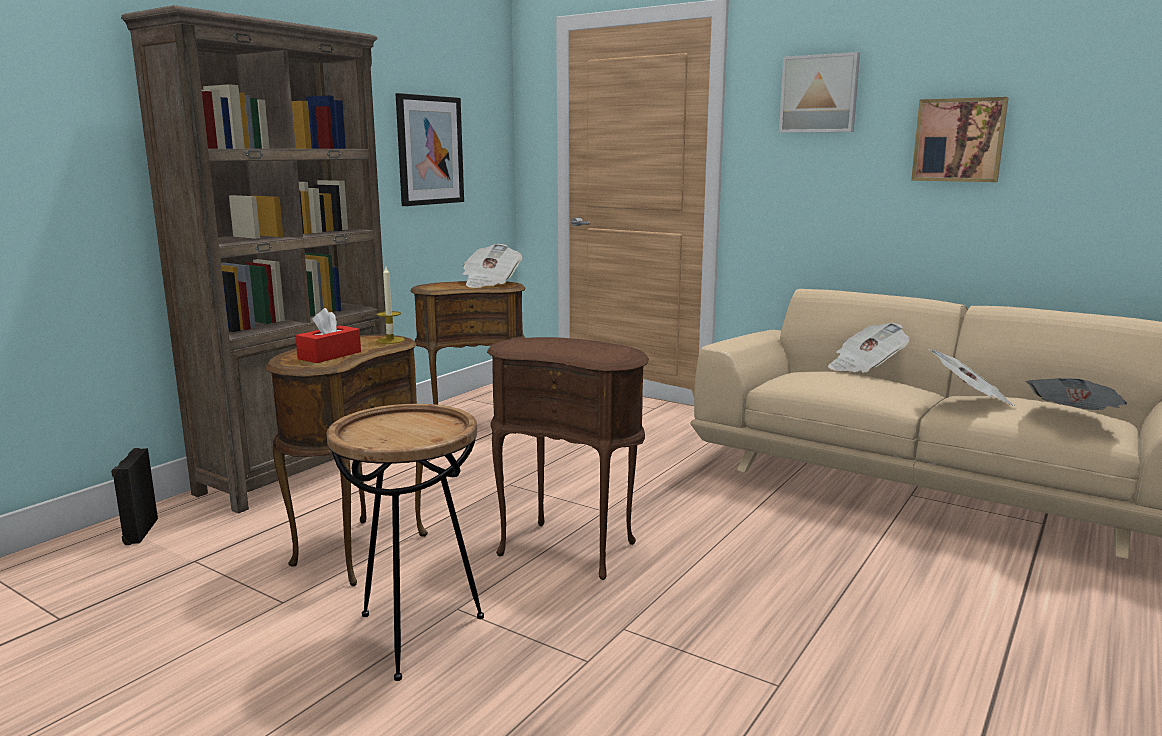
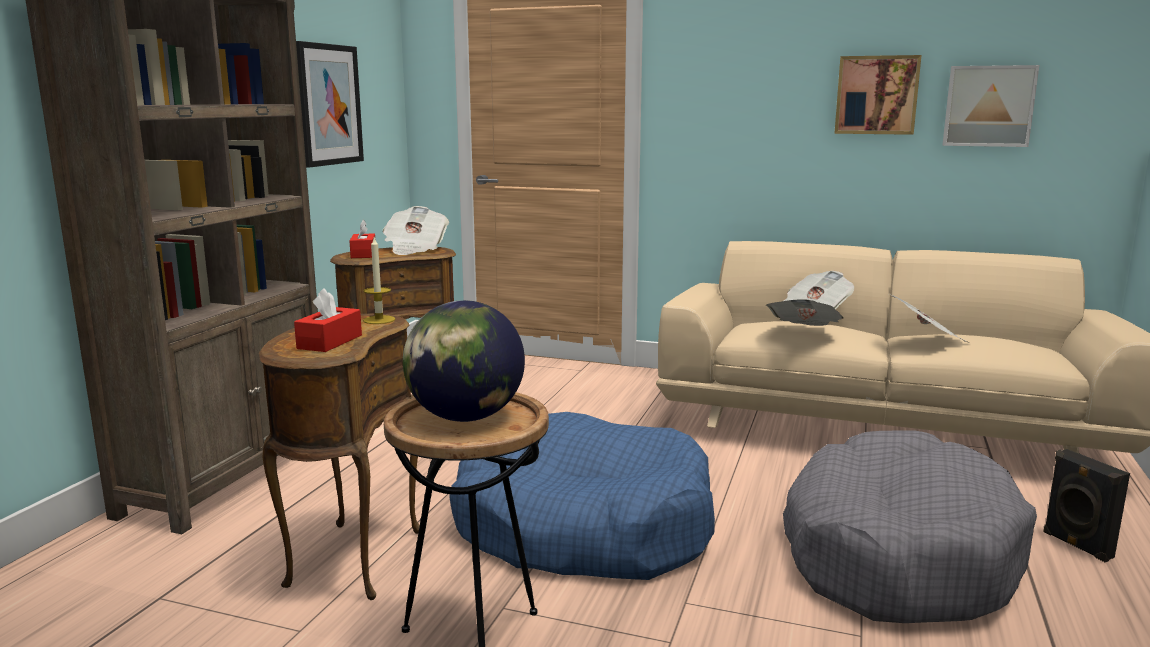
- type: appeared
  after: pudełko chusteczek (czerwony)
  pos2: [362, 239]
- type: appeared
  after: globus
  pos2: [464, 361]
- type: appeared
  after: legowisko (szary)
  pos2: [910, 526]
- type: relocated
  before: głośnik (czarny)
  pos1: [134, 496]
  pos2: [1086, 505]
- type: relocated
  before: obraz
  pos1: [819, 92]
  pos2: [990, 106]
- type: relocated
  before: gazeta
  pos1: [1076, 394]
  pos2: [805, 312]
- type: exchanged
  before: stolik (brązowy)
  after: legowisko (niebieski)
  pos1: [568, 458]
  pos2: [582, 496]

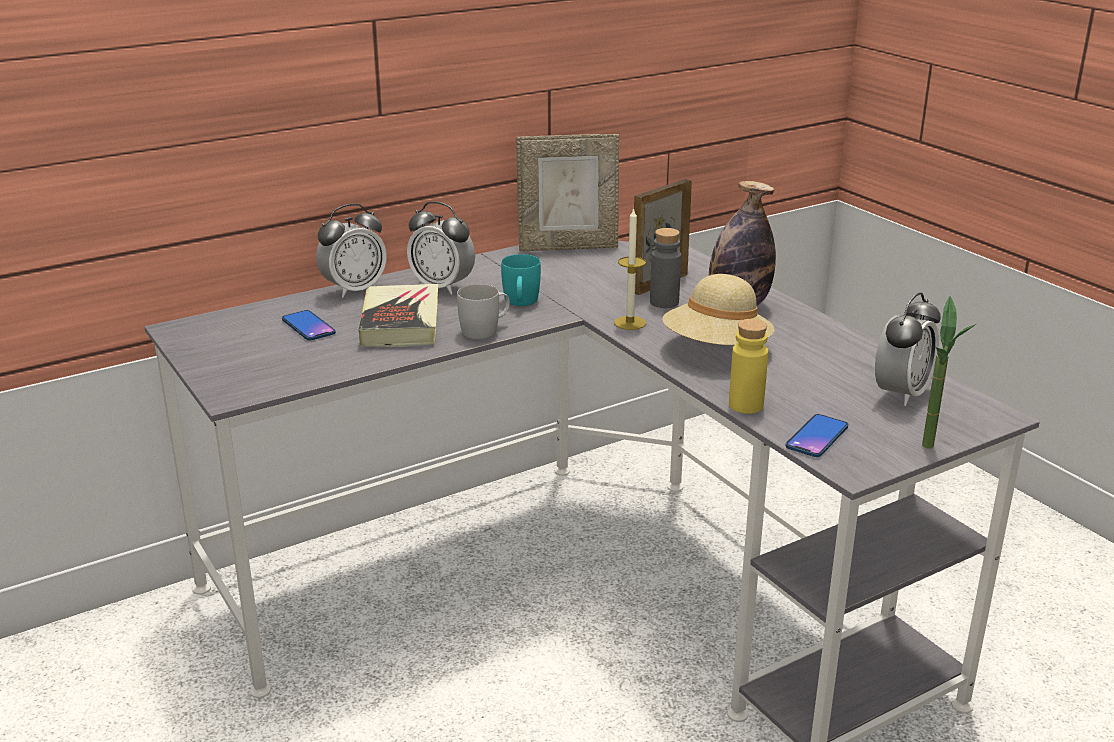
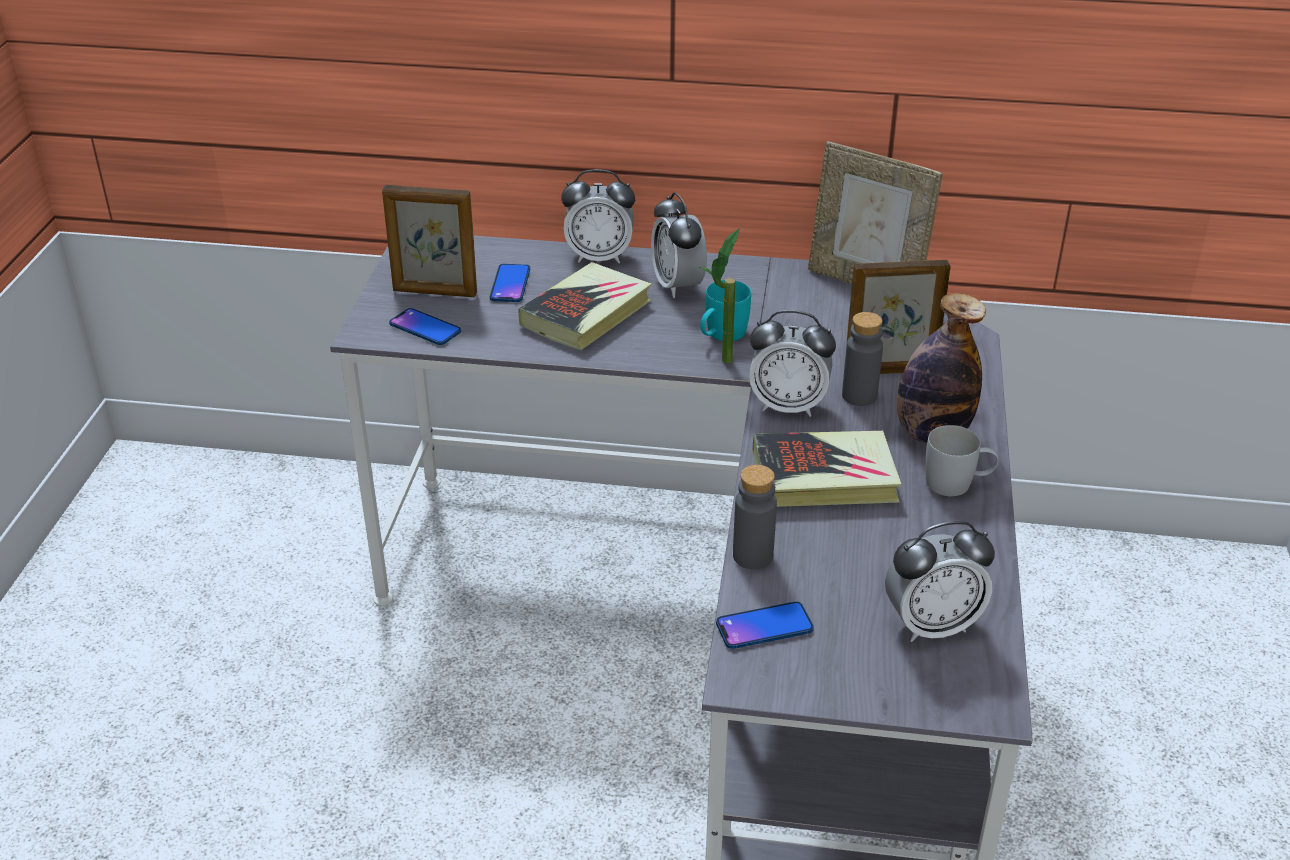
- type: appeared
  after: ramka na zdjęcie
  pos2: [429, 241]
- type: appeared
  after: telefon
  pos2: [425, 326]
- type: relocated
  before: kubek (biały)
  pos1: [483, 311]
  pos2: [961, 460]
- type: relocated
  before: roślina doniczkowa
  pos1: [949, 372]
  pos2: [720, 295]
- type: exchanged
  before: świeca
  after: budzik
  pos1: [630, 268]
  pos2: [792, 363]
- type: exchanged
  before: kapelusz (beżowy)
  after: książka
  pos1: [718, 309]
  pos2: [826, 469]
- type: colour
  before: butelka (żółty)
  after: butelka (szary)
  pos1: [748, 366]
  pos2: [755, 517]

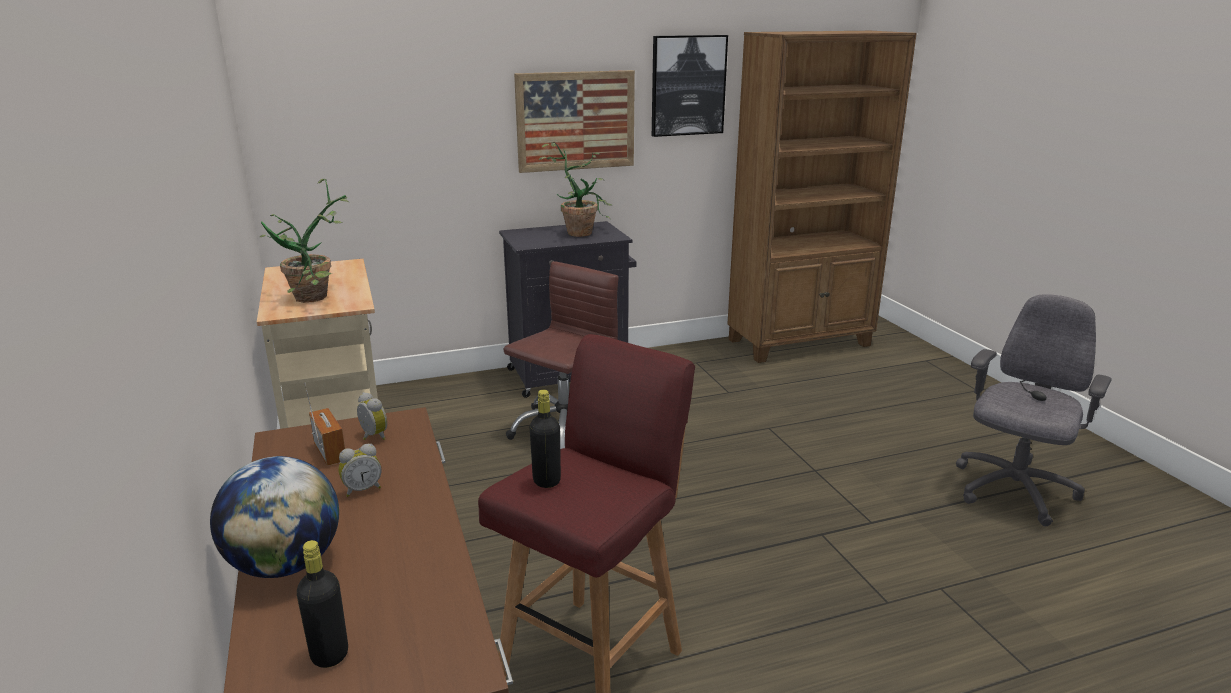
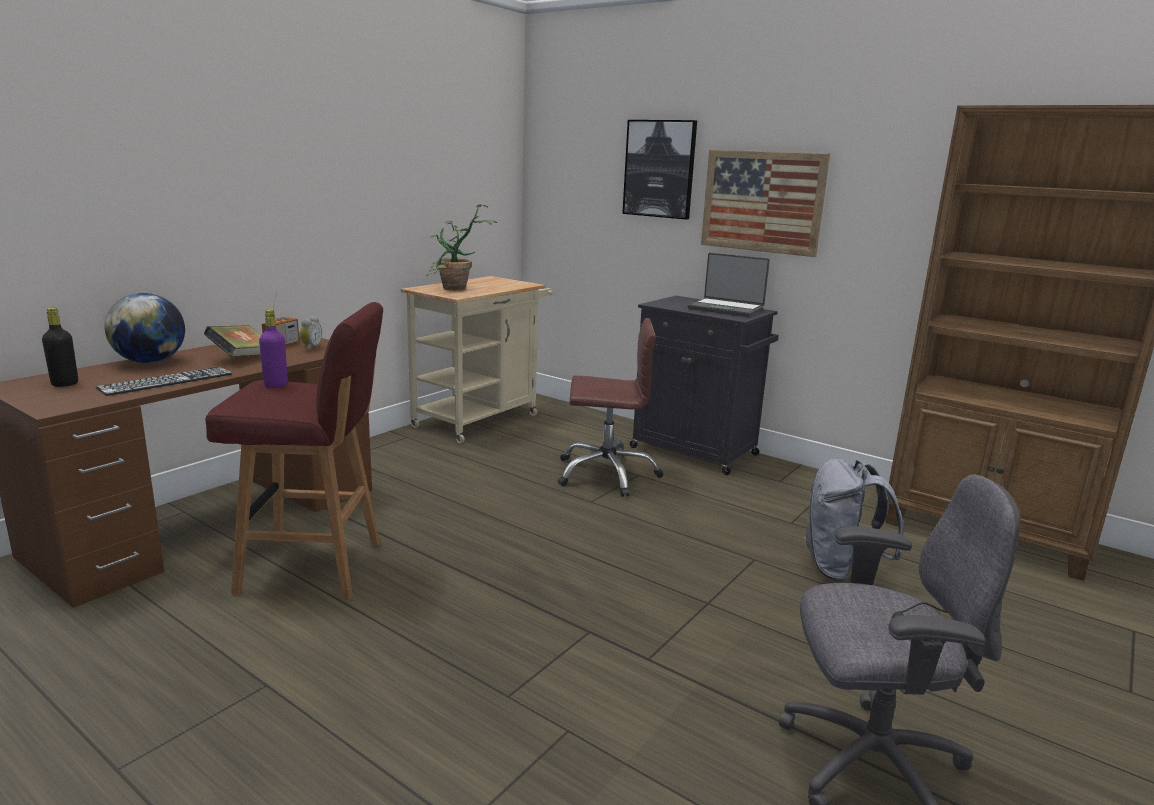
- type: appeared
  after: klawiatura
  pos2: [163, 381]
- type: appeared
  after: plecak (szary)
  pos2: [854, 520]
- type: relocated
  before: obraz
  pos1: [690, 86]
  pos2: [659, 170]
- type: exchanged
  before: budzik
  after: książka
  pos1: [360, 470]
  pos2: [232, 341]
- type: exchanged
  before: roślina doniczkowa
  after: laptop
  pos1: [576, 189]
  pos2: [729, 285]
- type: colour
  before: butelka (czarny)
  after: butelka (fioletowy)
  pos1: [545, 439]
  pos2: [273, 348]

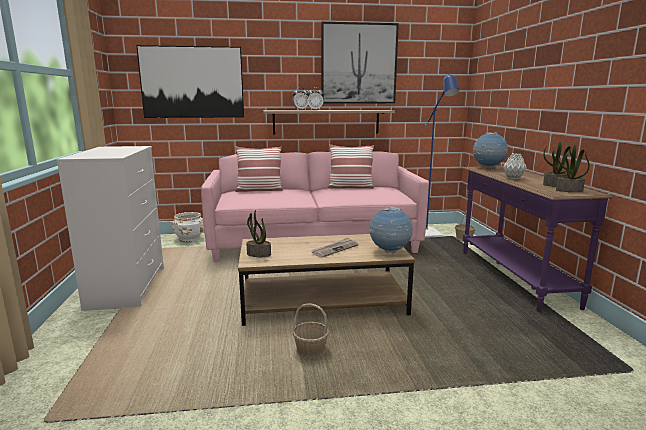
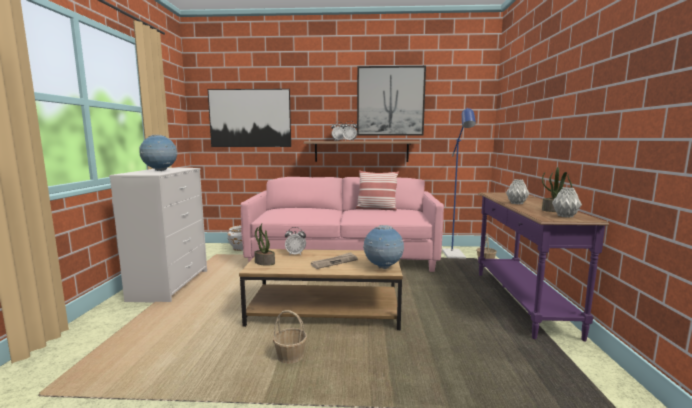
- type: missing
  before: poduszka
  pos1: [259, 169]
- type: appeared
  after: budzik
  pos2: [295, 241]
- type: relocated
  before: globus
  pos1: [490, 150]
  pos2: [158, 153]
- type: exchanged
  before: roślina doniczkowa
  after: wazon (szary)
  pos1: [573, 168]
  pos2: [567, 202]

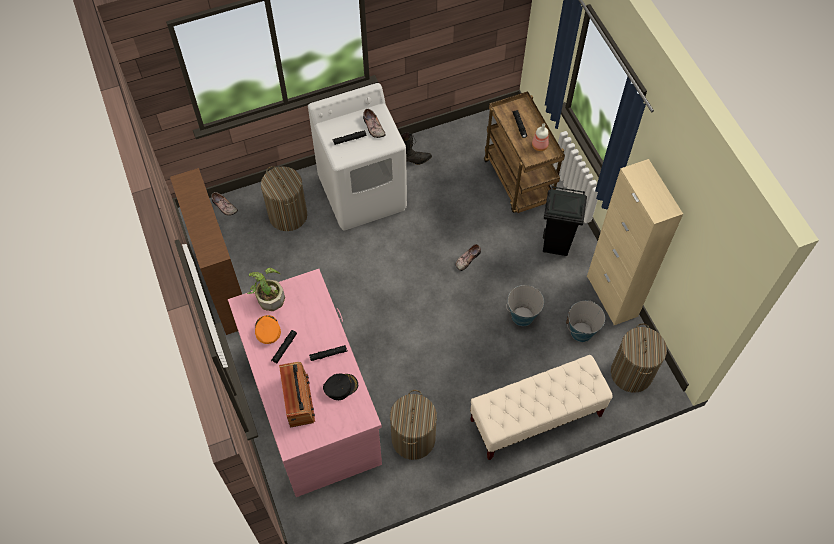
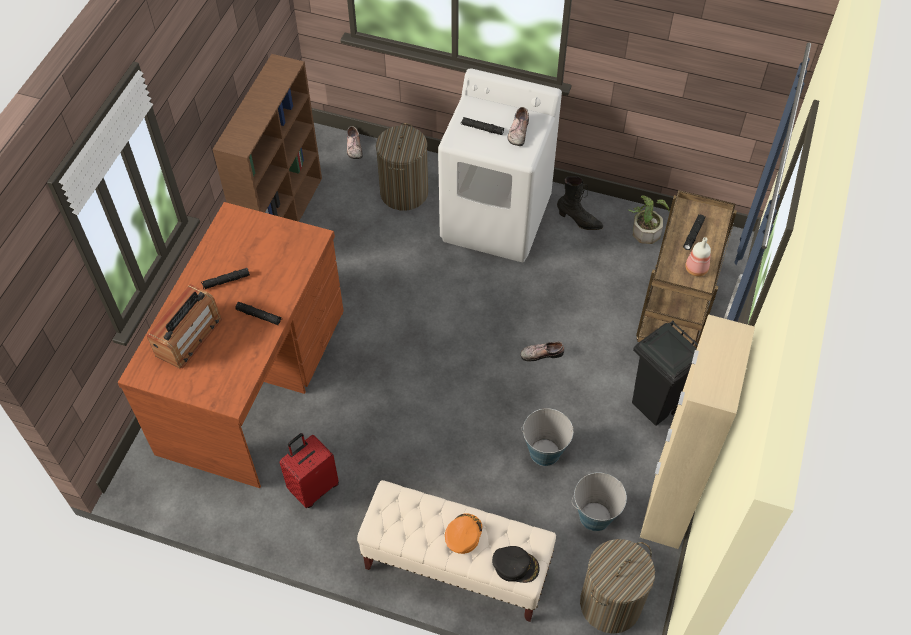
- type: relocated
  before: roślina doniczkowa
  pos1: [266, 289]
  pos2: [649, 219]
- type: relocated
  before: czapka z daszkiem (pomarańczowy)
  pos1: [268, 329]
  pos2: [463, 533]
- type: relocated
  before: czapka z daszkiem (czarny)
  pos1: [340, 387]
  pos2: [515, 564]
- type: exchanged
  before: kosz na pranie
  after: walizka (czerwony)
  pos1: [413, 425]
  pos2: [309, 470]
- type: colour
  before: biurko (różowy)
  after: biurko (brązowy)
  pos1: [305, 383]
  pos2: [230, 345]

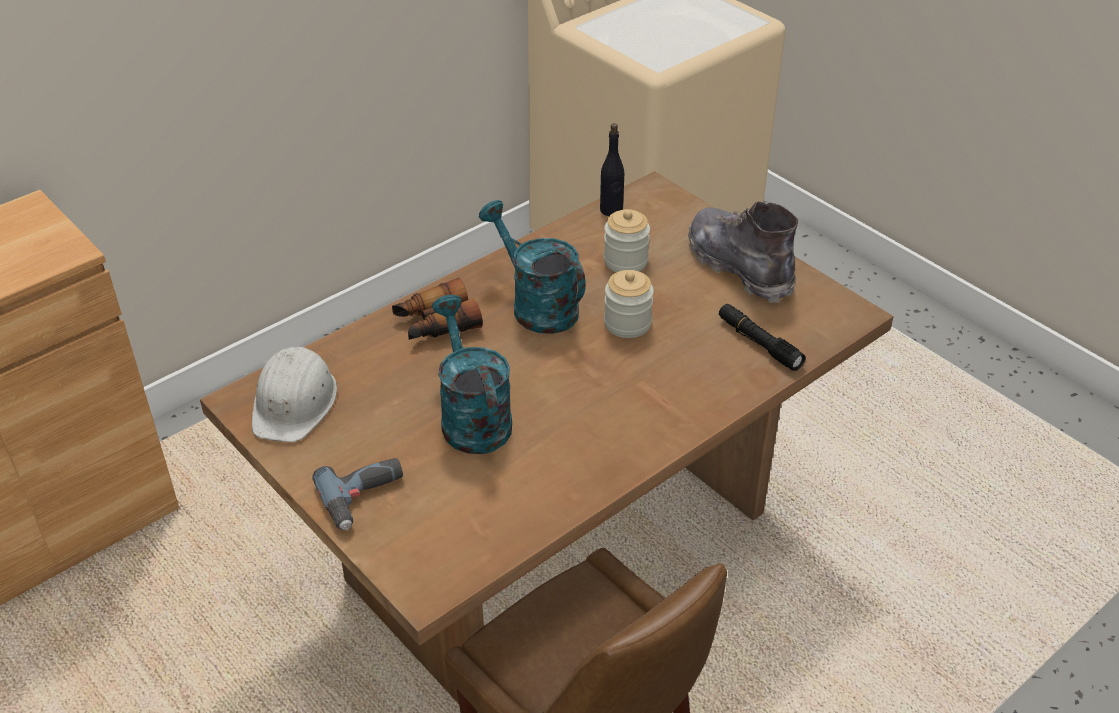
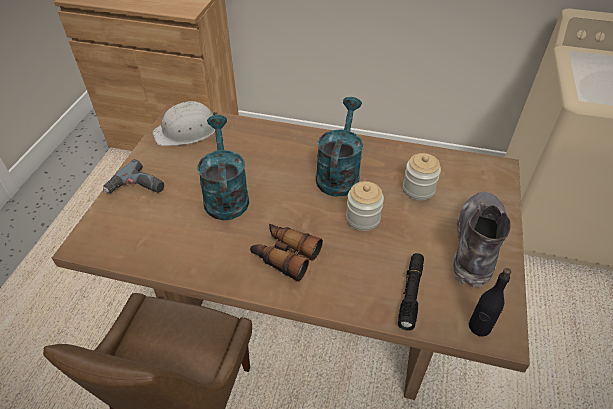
- type: relocated
  before: lornetka
  pos1: [437, 308]
  pos2: [286, 253]
- type: relocated
  before: butelka (czarny)
  pos1: [612, 169]
  pos2: [490, 302]
- type: spun
  before: konewka (turkusowy)
  pos1: [472, 374]
  pos2: [223, 167]
  turn: -45

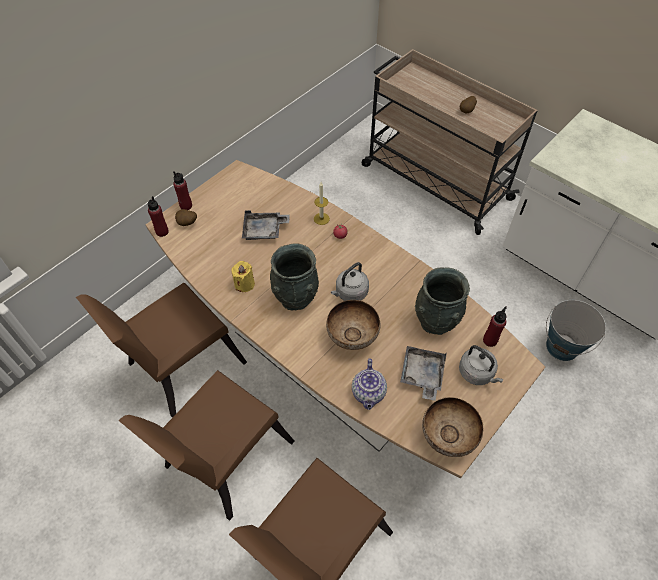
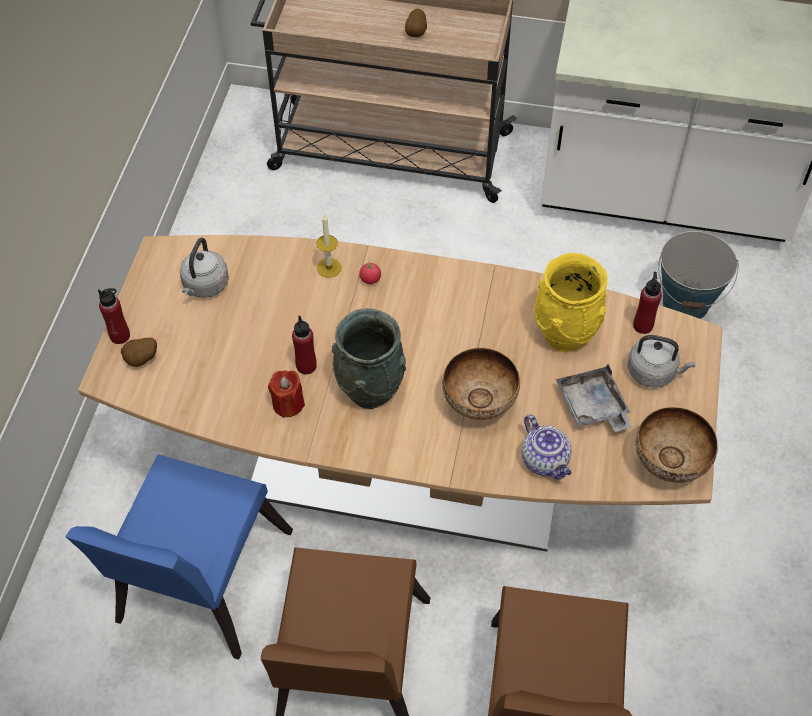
- type: missing
  before: taca (szary)
  pos1: [266, 225]
- type: relocated
  before: butelka (czerwony)
  pos1: [158, 216]
  pos2: [304, 345]
- type: relocated
  before: czajnik (szary)
  pos1: [350, 281]
  pos2: [204, 268]
- type: colour
  before: krzesło (brązowy)
  after: krzesło (niebieski)
  pos1: [161, 350]
  pos2: [179, 557]
- type: colour
  before: świeca (żółty)
  after: świeca (czerwony)
  pos1: [243, 276]
  pos2: [286, 394]
- type: colour
  before: wazon (szary)
  after: wazon (żółty)
  pos1: [442, 301]
  pos2: [571, 302]

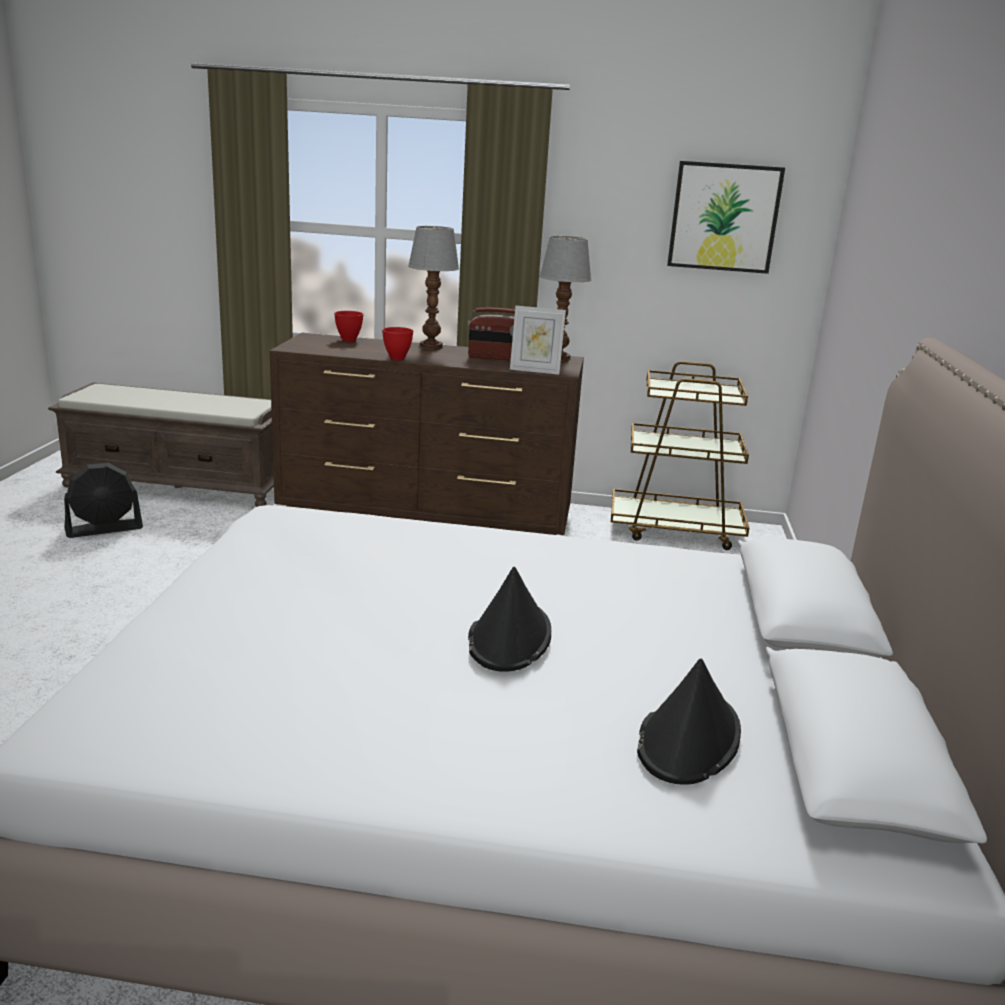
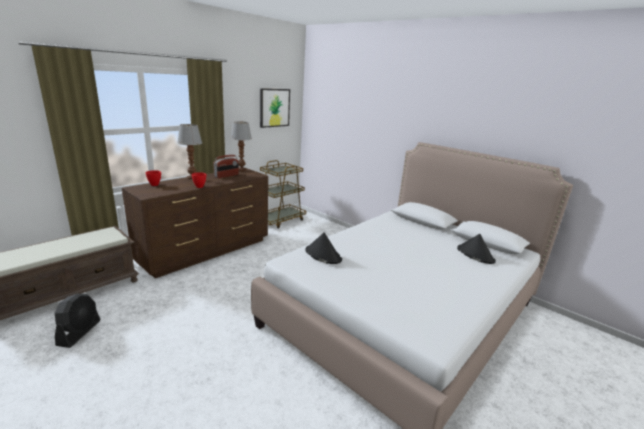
- type: missing
  before: ramka na zdjęcie
  pos1: [538, 340]
- type: relocated
  before: kapelusz (czarny)
  pos1: [509, 619]
  pos2: [324, 248]

